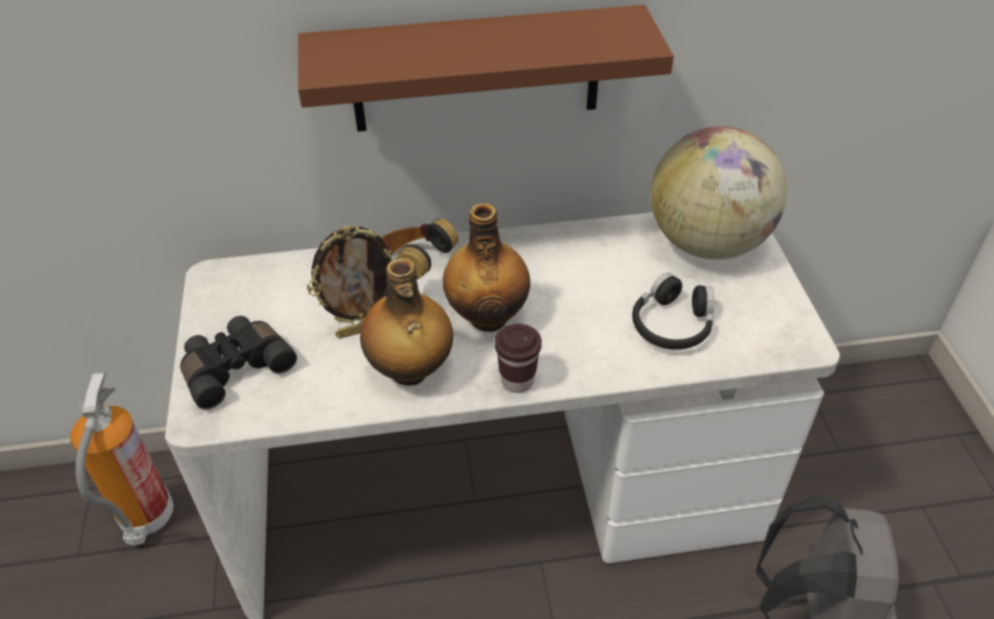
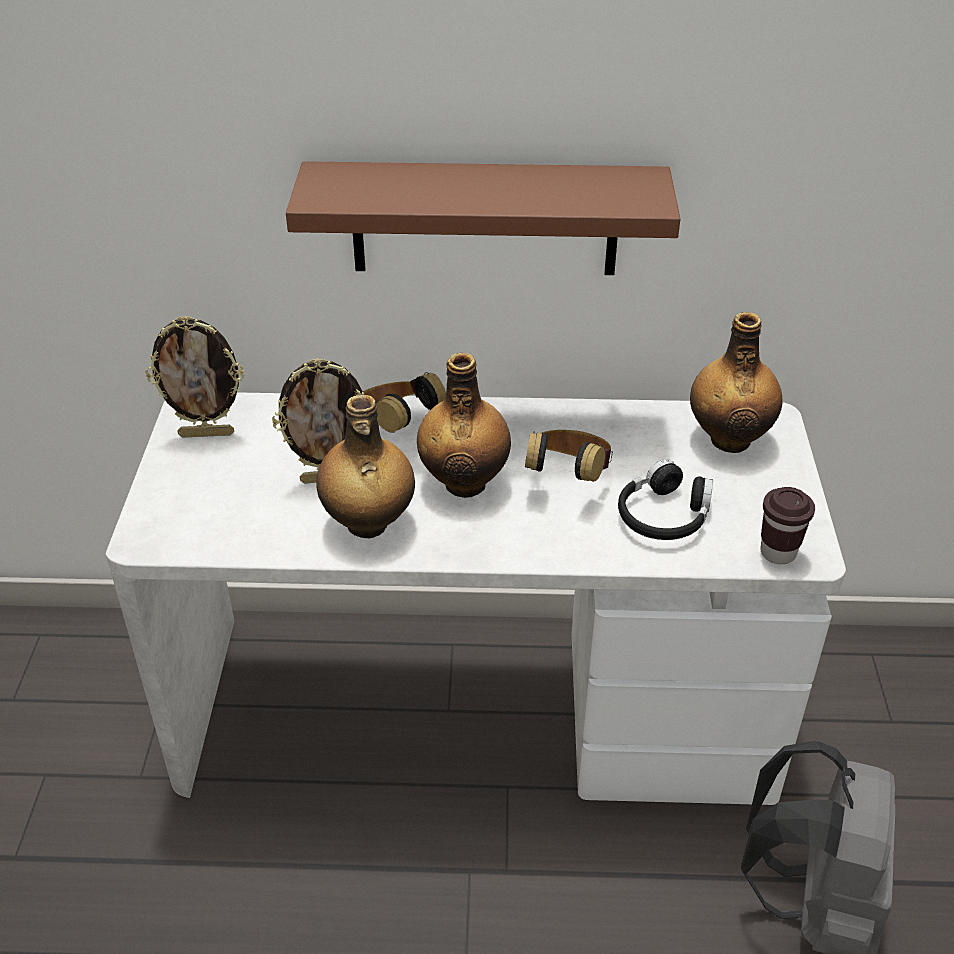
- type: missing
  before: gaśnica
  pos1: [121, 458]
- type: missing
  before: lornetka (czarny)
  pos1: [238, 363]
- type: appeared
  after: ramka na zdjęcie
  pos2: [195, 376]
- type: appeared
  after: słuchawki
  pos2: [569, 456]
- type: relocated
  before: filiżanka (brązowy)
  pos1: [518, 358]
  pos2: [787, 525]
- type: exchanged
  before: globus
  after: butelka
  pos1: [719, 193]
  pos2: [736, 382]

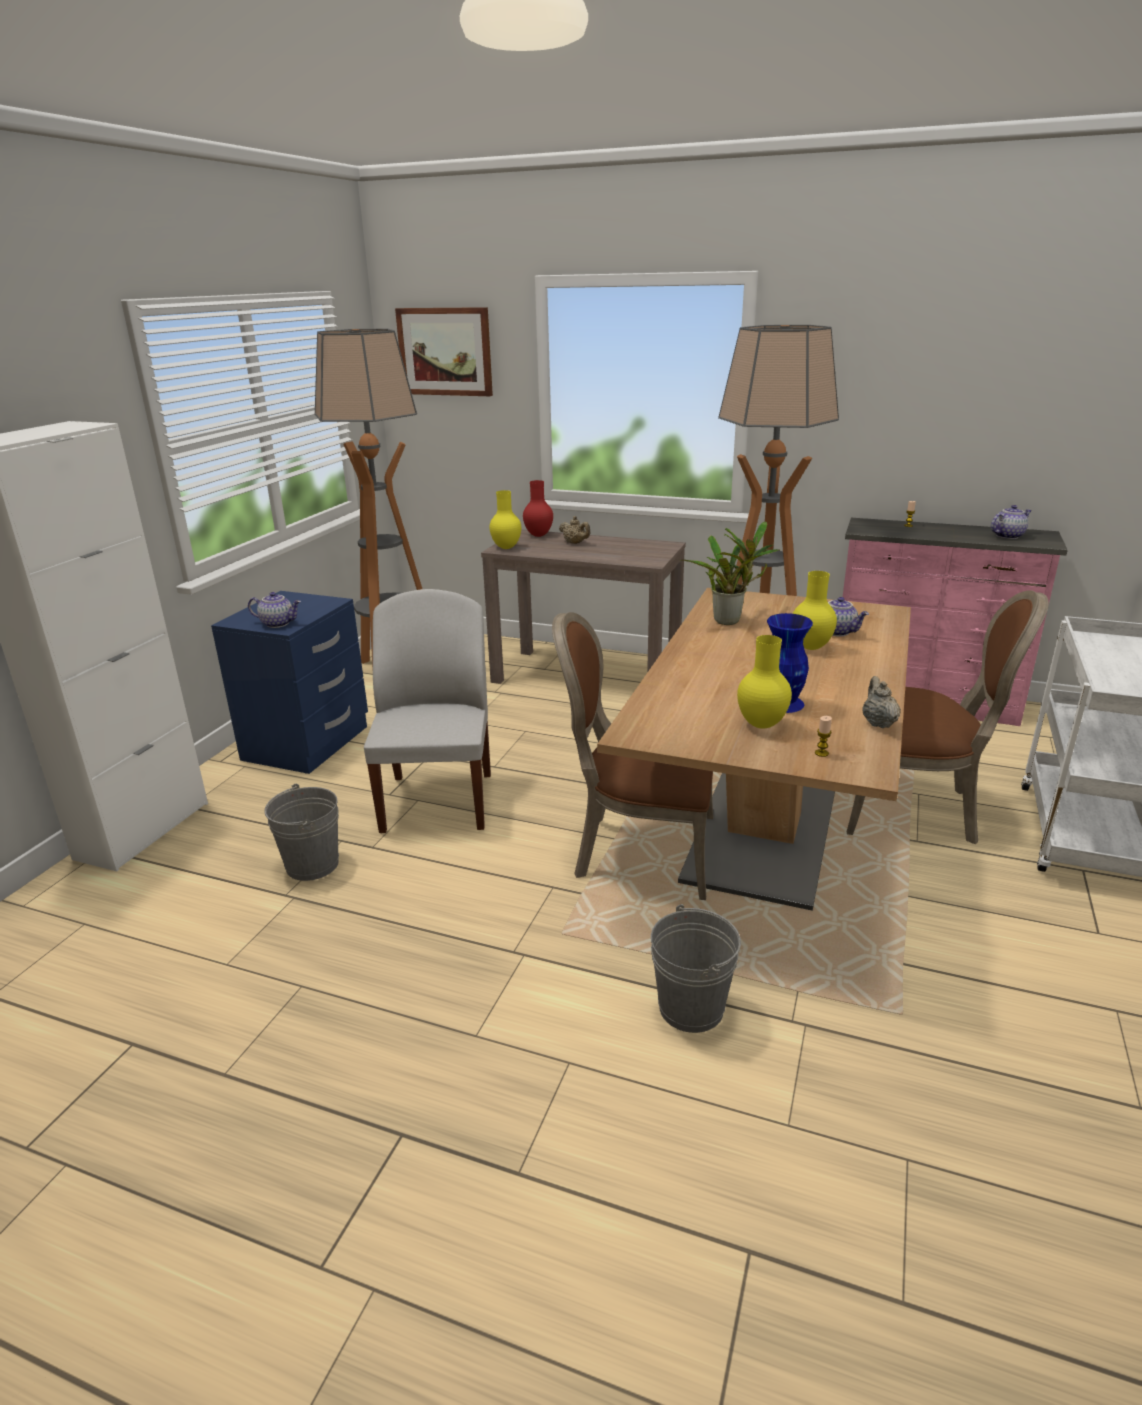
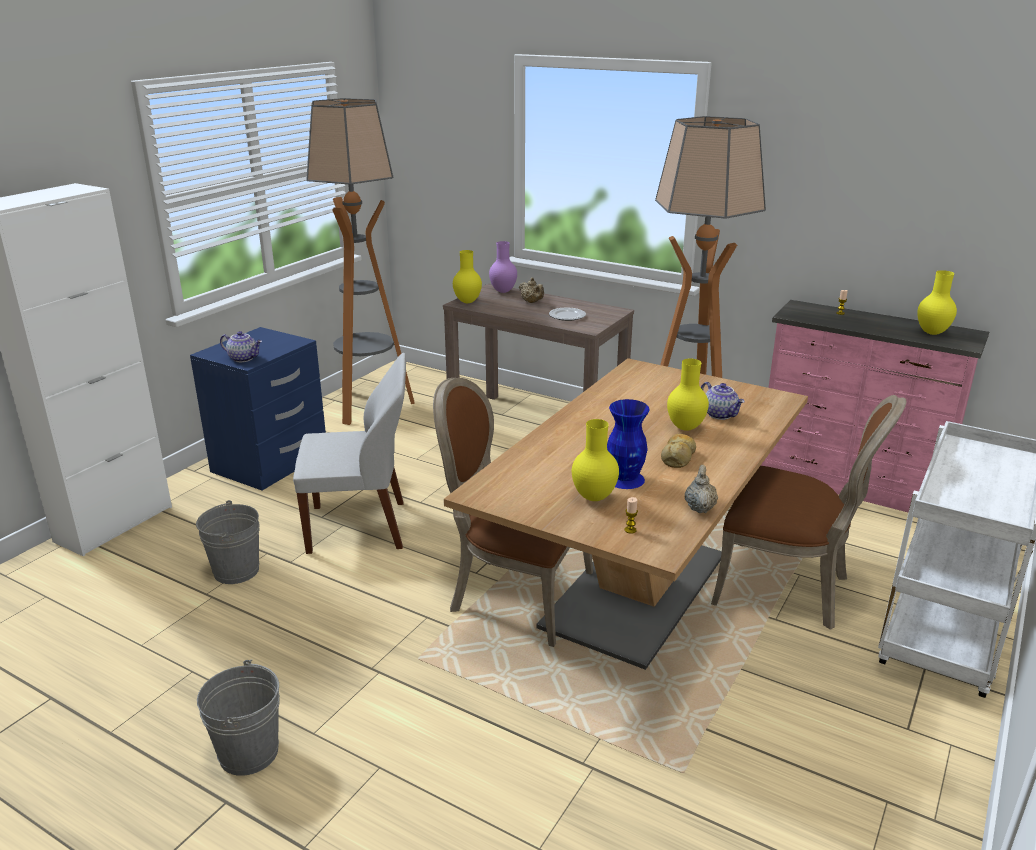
- type: missing
  before: obraz
  pos1: [444, 351]
- type: missing
  before: roślina doniczkowa
  pos1: [729, 573]
- type: appeared
  after: talerz
  pos2: [567, 314]
- type: appeared
  after: chleb
  pos2: [678, 451]
- type: relocated
  before: wiadro (szary)
  pos1: [696, 968]
  pos2: [238, 718]
- type: exchanged
  before: imbryk
  after: wazon (żółty)
  pos1: [1011, 522]
  pos2: [937, 302]
- type: colour
  before: wazon (czerwony)
  after: wazon (fioletowy)
  pos1: [538, 508]
  pos2: [503, 267]
- type: spun
  before: krzesło (biały)
  pos1: [427, 711]
  pos2: [349, 453]
  turn: 75

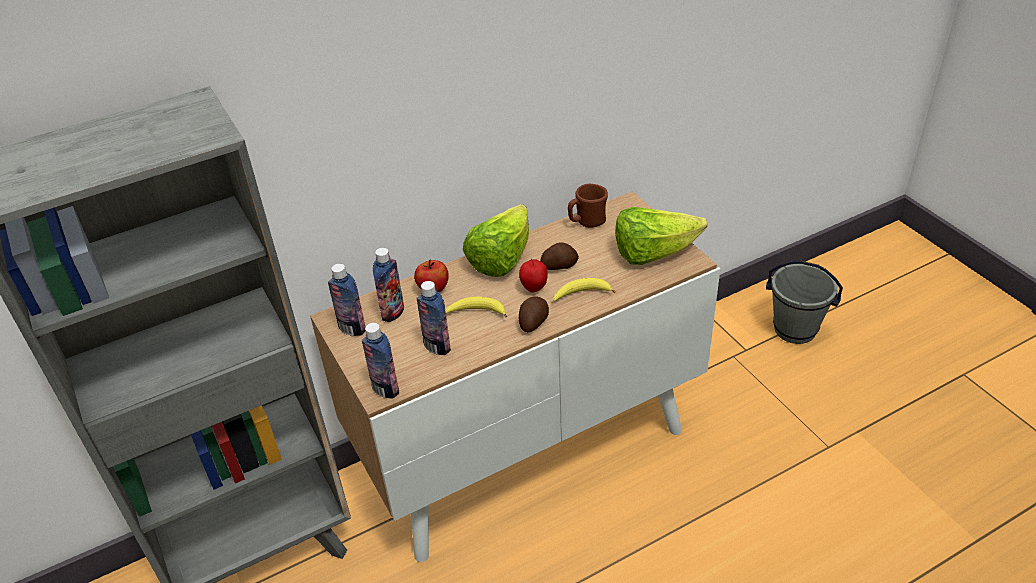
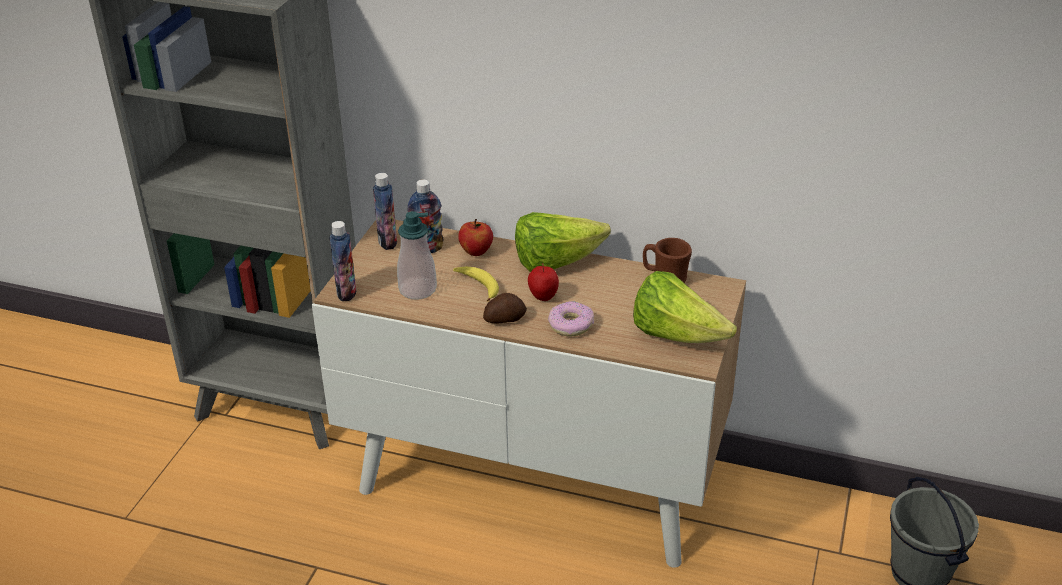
- type: missing
  before: ziemniak
  pos1: [559, 256]
- type: exchanged
  before: butelka
  after: dozownik mydła
  pos1: [434, 318]
  pos2: [417, 255]
- type: exchanged
  before: banan
  after: donut
  pos1: [584, 289]
  pos2: [571, 319]

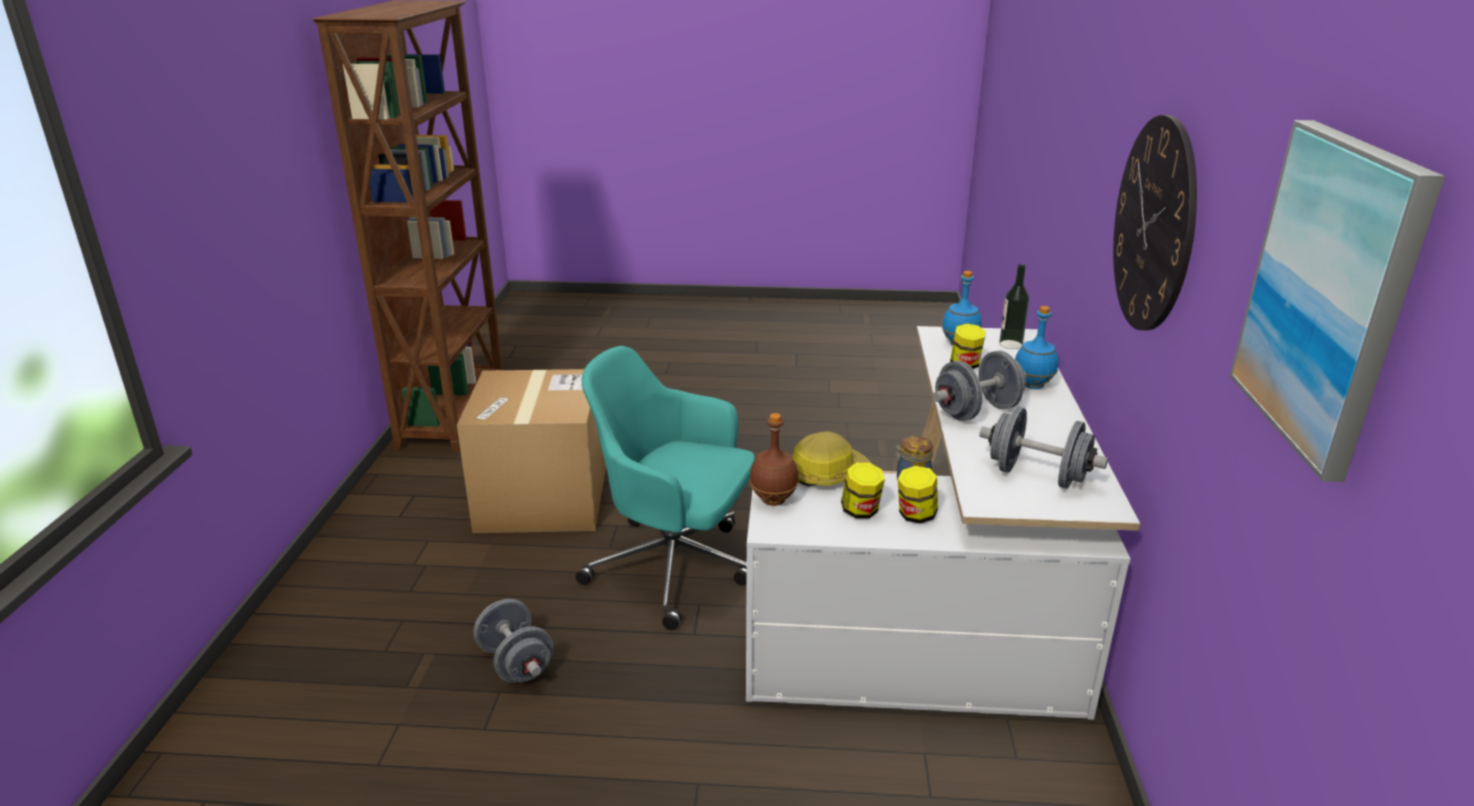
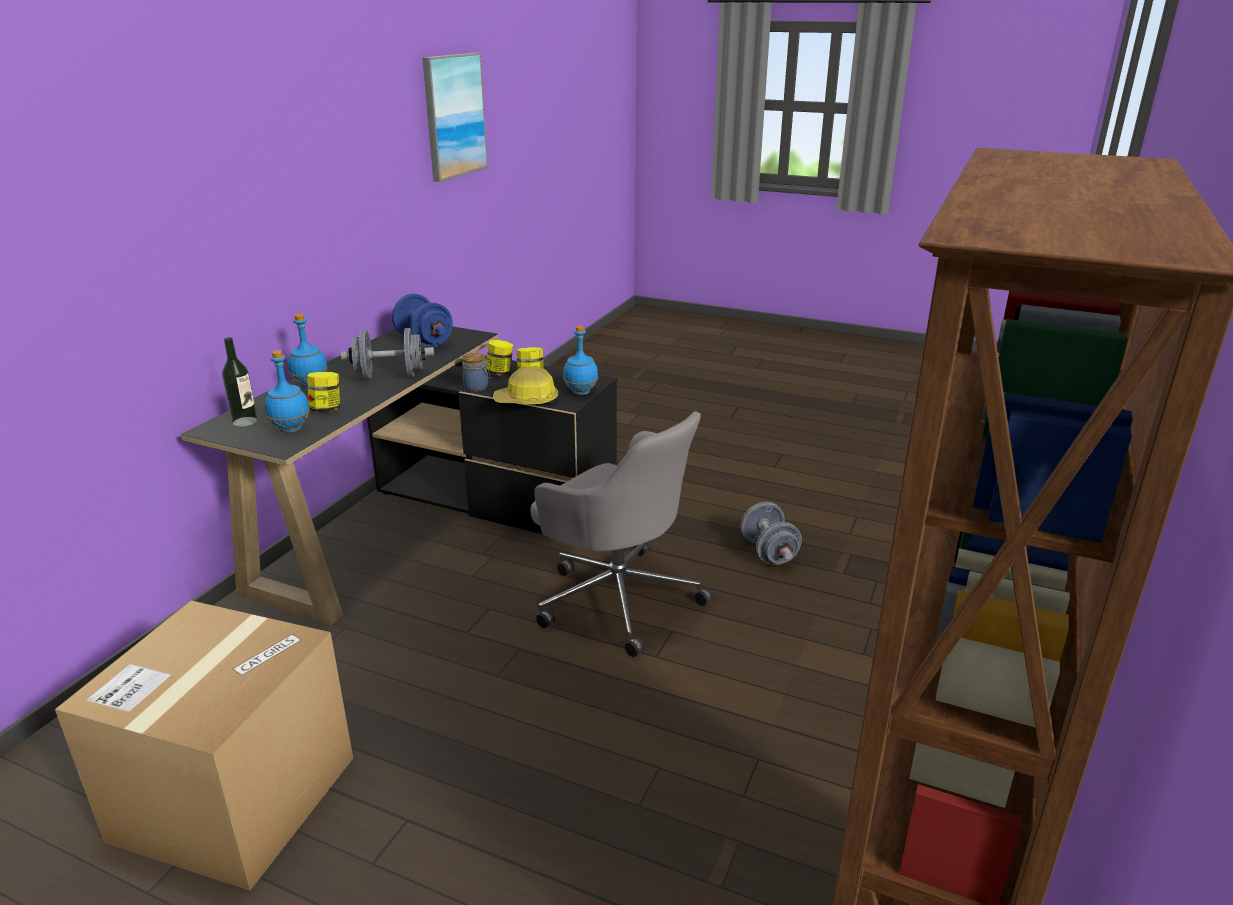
- type: missing
  before: zegar ścienny
  pos1: [1155, 222]
- type: relocated
  before: karton
  pos1: [531, 451]
  pos2: [204, 745]
- type: colour
  before: krzesło biurowe (turkusowy)
  after: krzesło biurowe (szary)
  pos1: [665, 488]
  pos2: [621, 534]
- type: colour
  before: biurko (biały)
  after: biurko (czarny)
  pos1: [943, 523]
  pos2: [399, 475]
- type: colour
  before: butelka (brązowy)
  after: butelka (niebieski)
  pos1: [774, 459]
  pos2: [580, 360]
- type: colour
  before: hantel (szary)
  after: hantel (niebieski)
  pos1: [1043, 448]
  pos2: [422, 320]

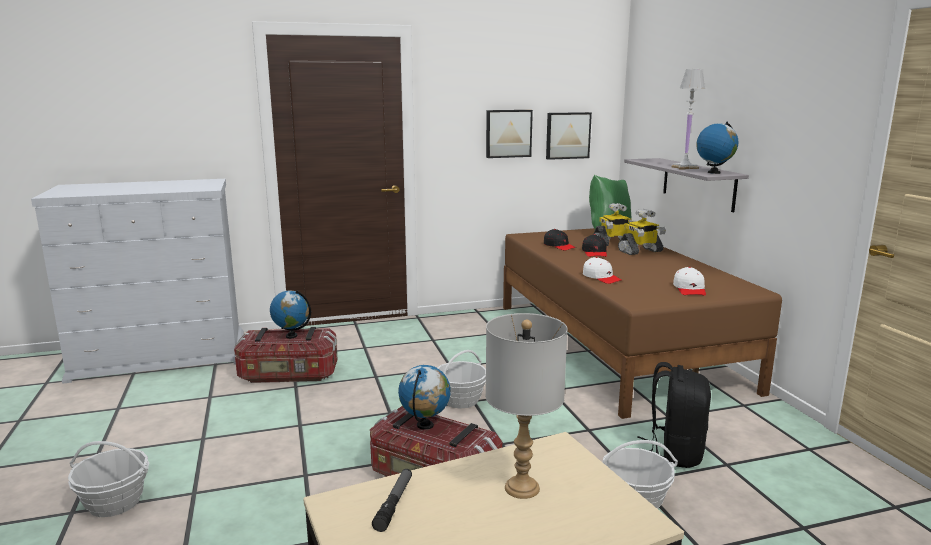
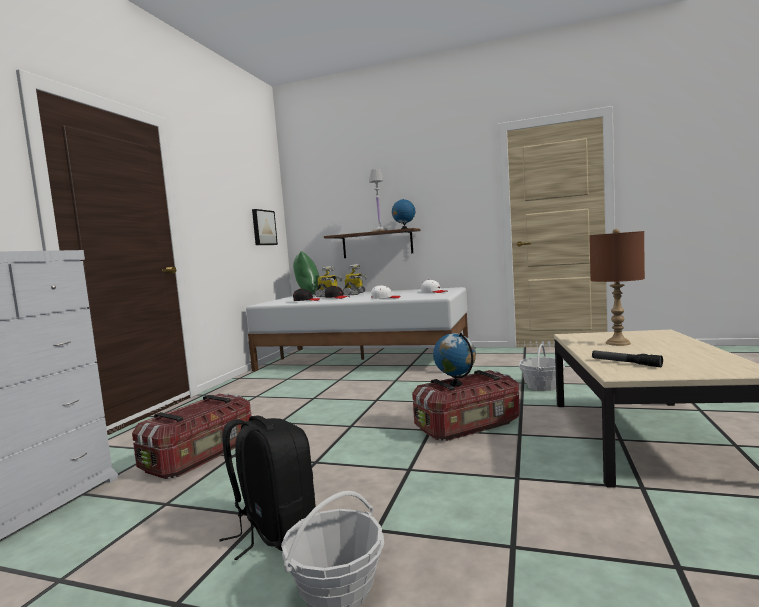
- type: missing
  before: globus
  pos1: [290, 314]
- type: missing
  before: koszyk
  pos1: [462, 379]
- type: missing
  before: obraz
  pos1: [509, 134]
- type: relocated
  before: plecak (czarny)
  pos1: [674, 415]
  pos2: [267, 488]
- type: colour
  before: lampa stołowa (szary)
  after: lampa stołowa (brązowy)
  pos1: [527, 406]
  pos2: [617, 287]
- type: colour
  before: łóżko (brązowy)
  after: łóżko (biały)
  pos1: [642, 323]
  pos2: [357, 329]
- type: colour
  before: półka (szary)
  after: półka (brązowy)
  pos1: [686, 185]
  pos2: [372, 243]

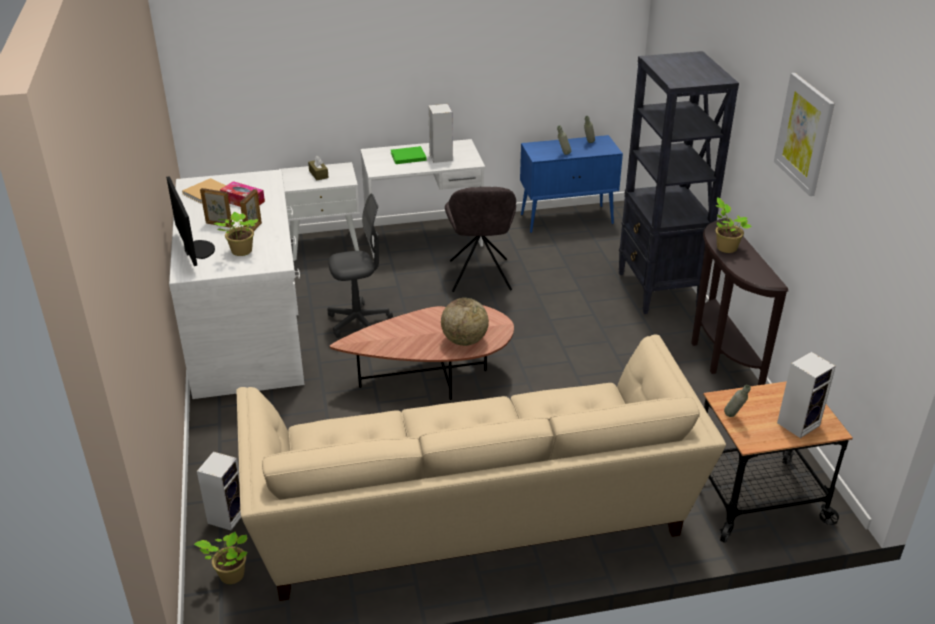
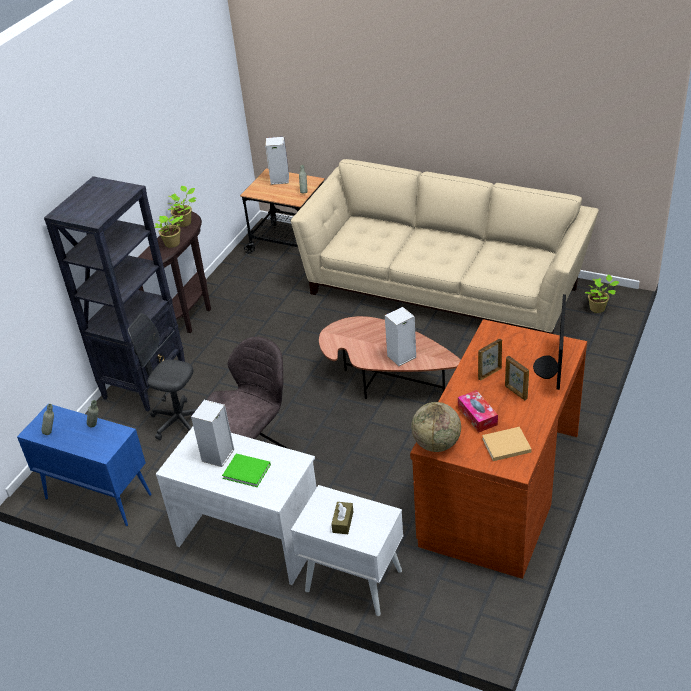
- type: missing
  before: obraz
  pos1: [804, 134]
- type: relocated
  before: głośnik
  pos1: [219, 491]
  pos2: [400, 336]
- type: relocated
  before: roślina doniczkowa
  pos1: [236, 234]
  pos2: [182, 206]
- type: relocated
  before: krzesło biurowe (szary)
  pos1: [360, 265]
  pos2: [162, 376]
- type: relocated
  before: globus
  pos1: [465, 322]
  pos2: [436, 427]
- type: colour
  before: biurko (biały)
  after: biurko (brązowy)
  pos1: [237, 284]
  pos2: [498, 449]

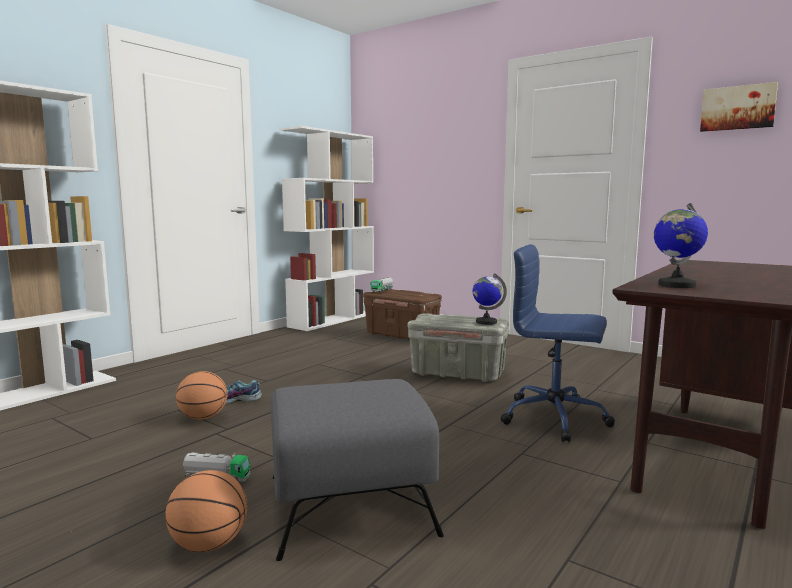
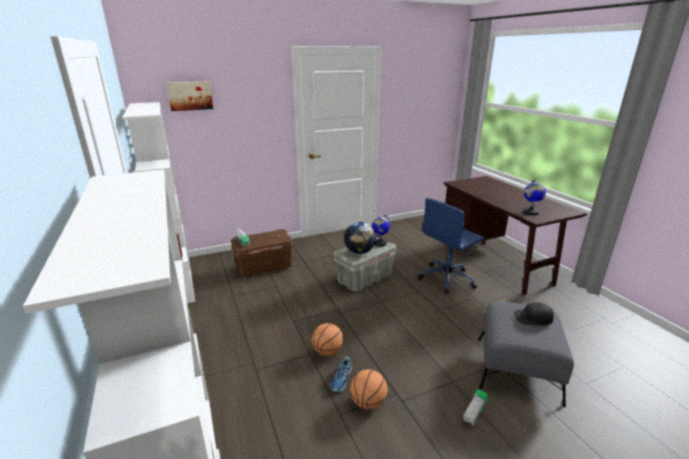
- type: appeared
  after: globus
  pos2: [360, 238]
- type: appeared
  after: czapka z daszkiem (czarny)
  pos2: [534, 313]
- type: relocated
  before: piłka do koszykówki
  pos1: [206, 511]
  pos2: [327, 339]
- type: relocated
  before: obraz
  pos1: [739, 107]
  pos2: [189, 96]

